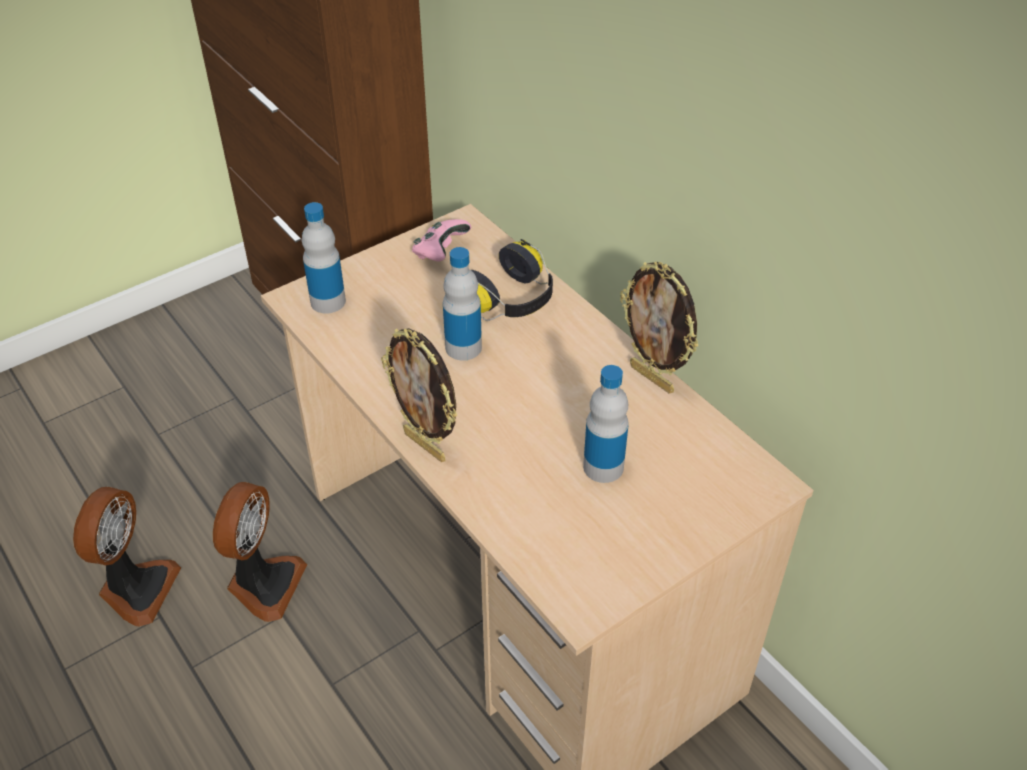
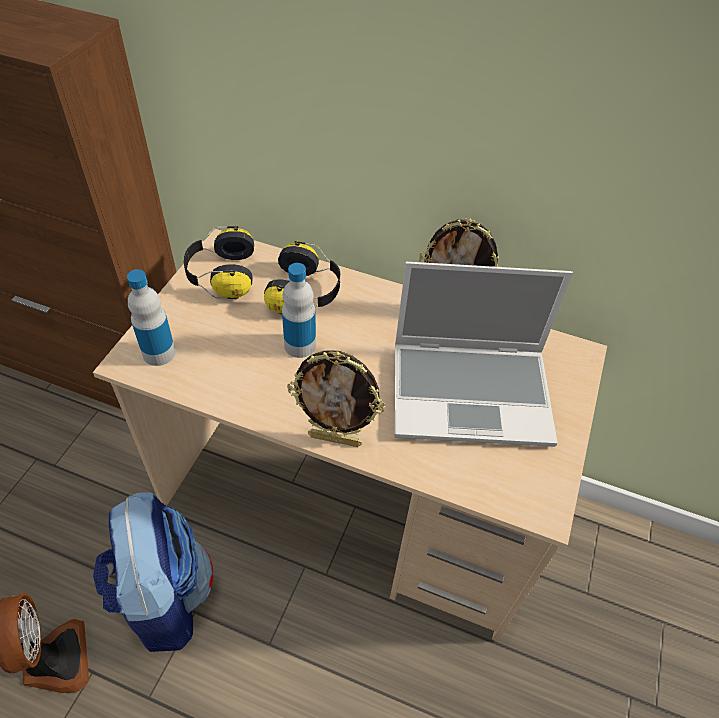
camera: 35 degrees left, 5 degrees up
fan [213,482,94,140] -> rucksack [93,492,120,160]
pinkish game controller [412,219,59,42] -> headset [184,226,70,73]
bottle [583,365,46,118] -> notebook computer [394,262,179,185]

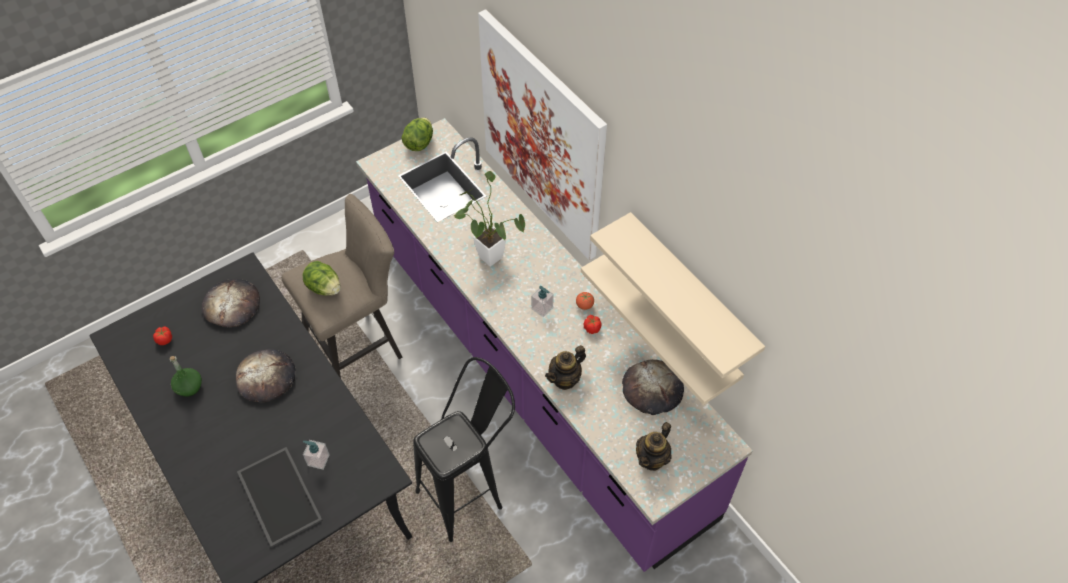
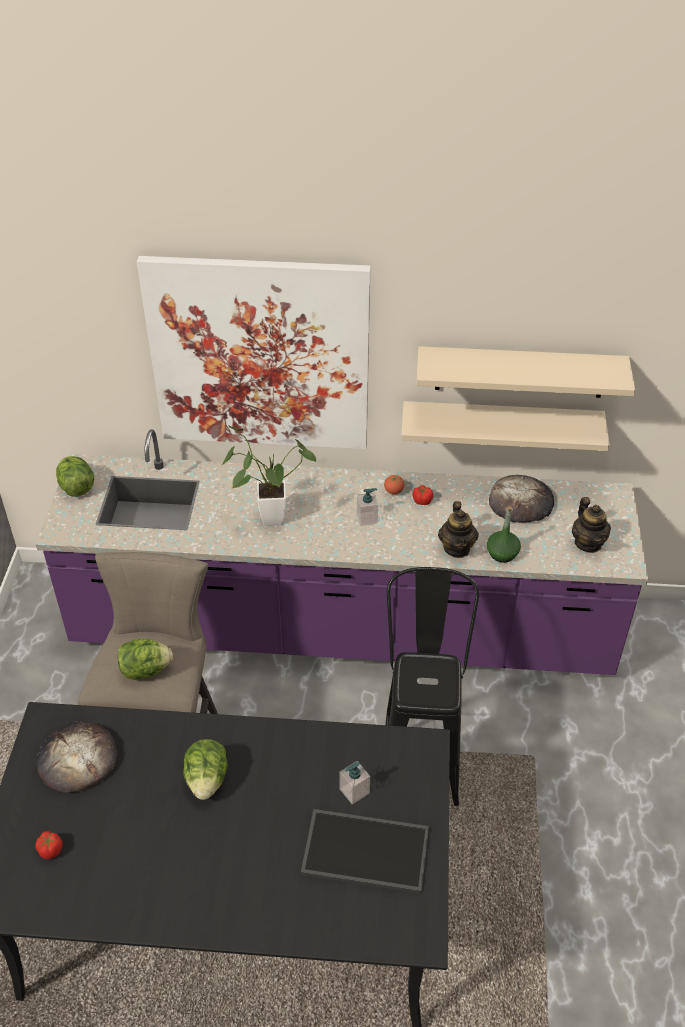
camera: 50 degrees left, 10 degrees down
greenish bottle [170,356,32,41] -> greenish bottle [487,506,34,57], moved
baked bread [236,349,59,53] -> lettuce [183,739,45,61]

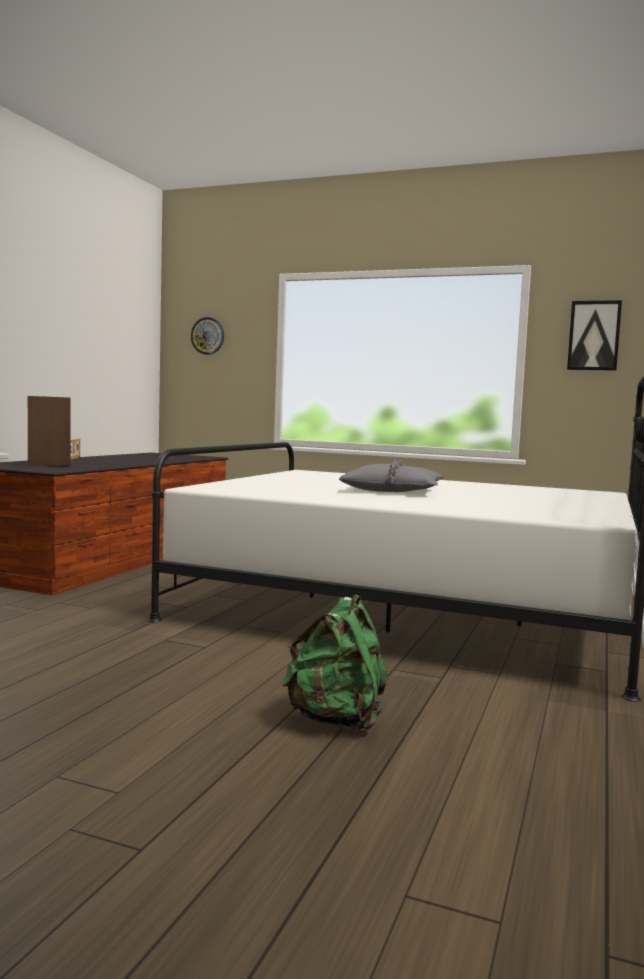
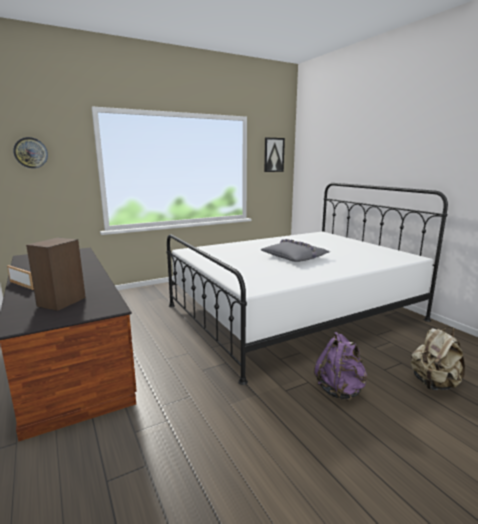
camera: 50 degrees left, 10 degrees up
greenish rucksack [283,594,105,138] -> beige rucksack [411,327,54,63]
none -> purple-coloured rucksack [314,332,53,69]

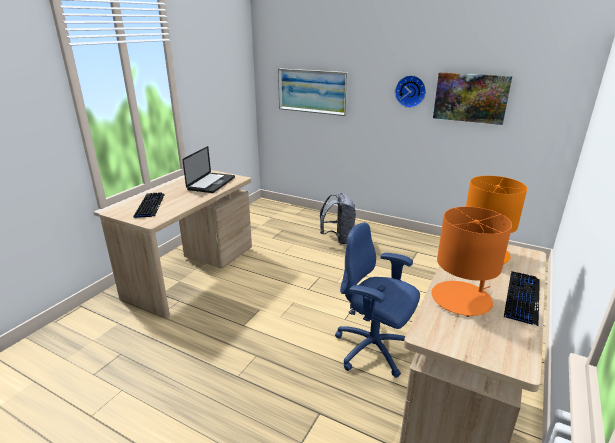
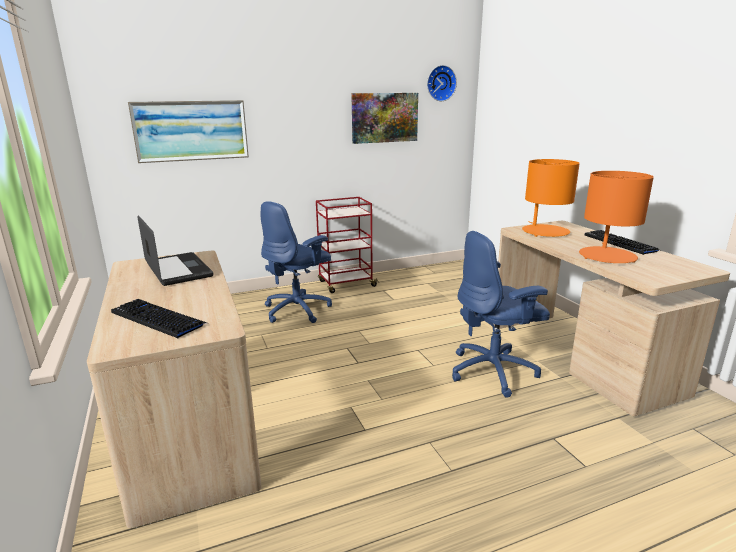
camera: 50 degrees left, 5 degrees down
greyish rucksack [320,193,36,51] -> bluish desk chair [261,201,71,122]
wall clock [395,75,31,33] -> wall clock [427,65,30,36], moved
none -> red trolley [316,197,63,96]

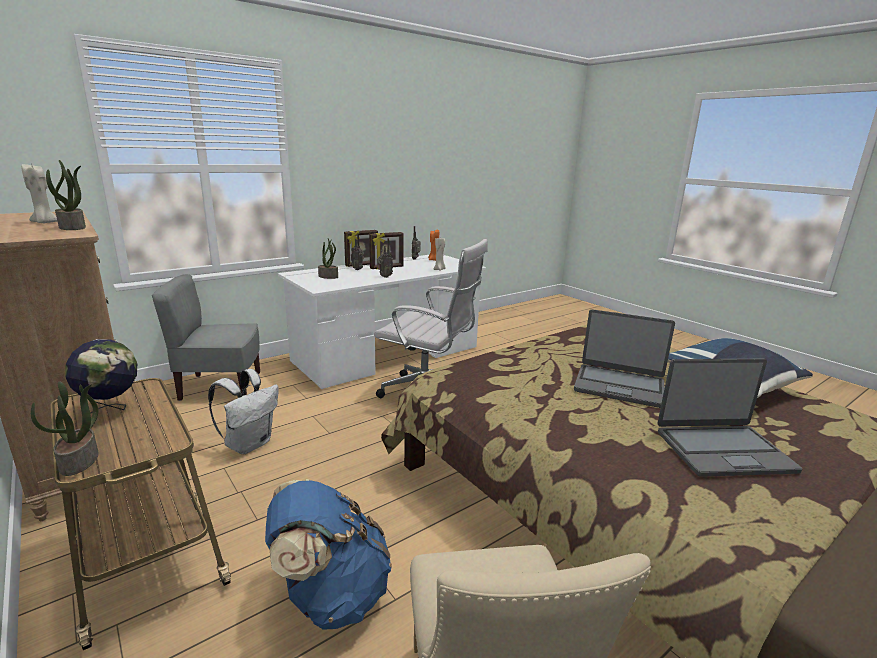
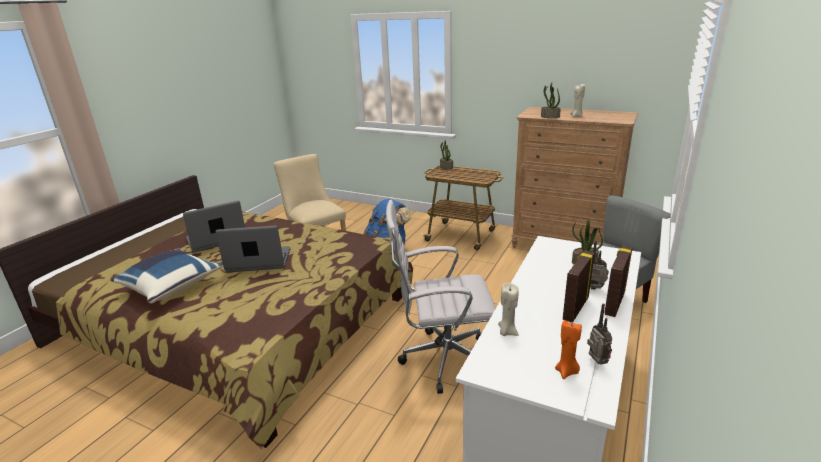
camera: 155 degrees right, 5 degrees up
desk globe [65,339,72,75] -> none
white-coloured rucksack [208,369,71,85] -> none
radio [377,238,16,40] -> none

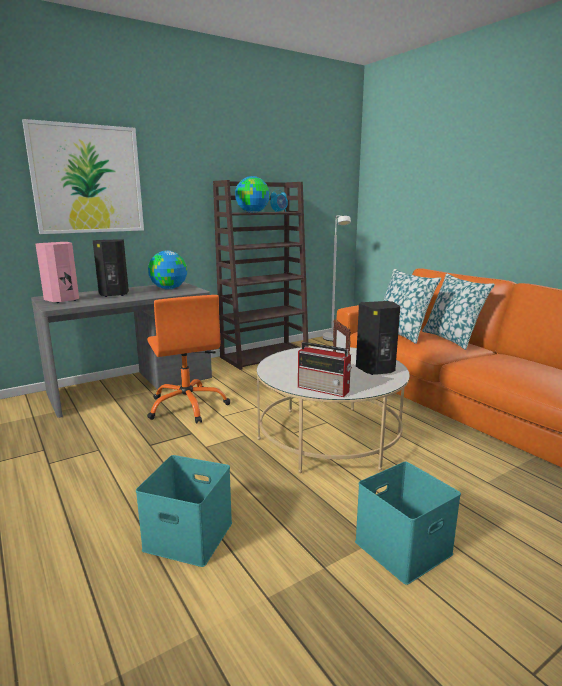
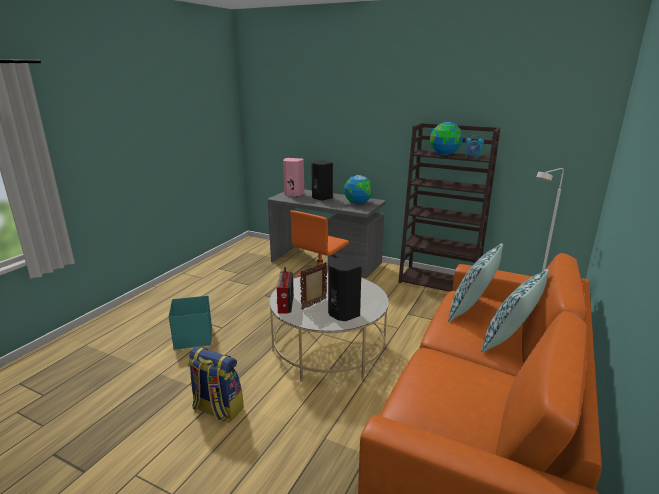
camera: 60 degrees right, 5 degrees up
picture [22,119,122,115] -> none
blue-green storage container [355,461,106,124] -> rucksack [188,347,56,76]

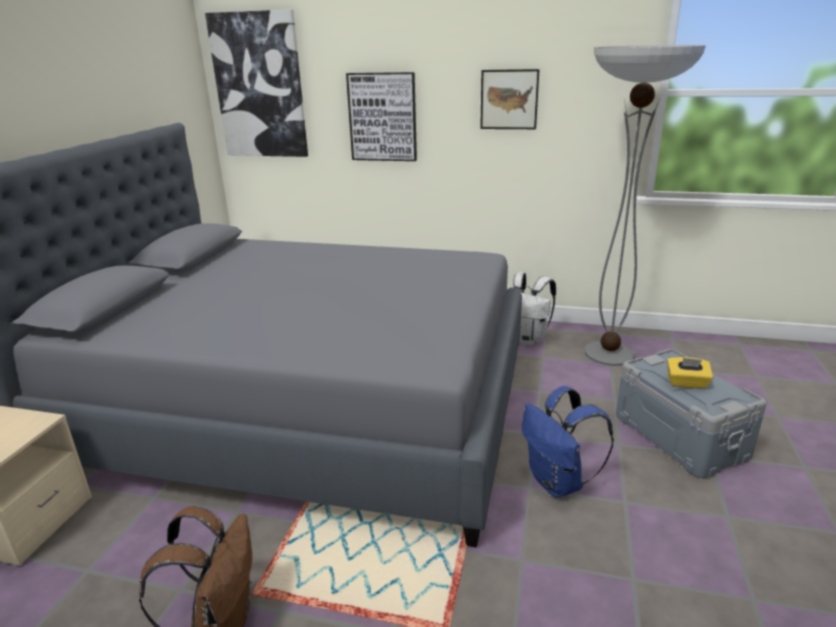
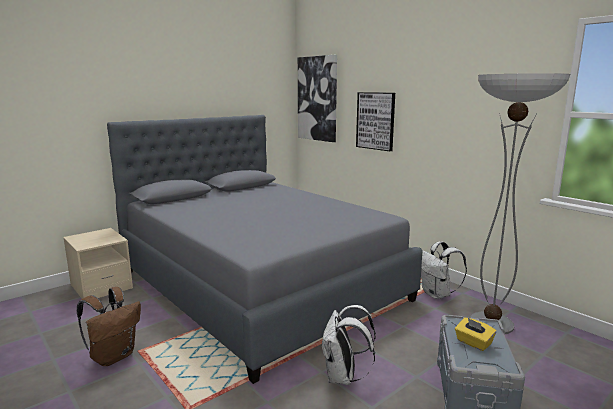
camera: 35 degrees right, 10 degrees down
picture [480,69,59,60] -> none
bluish rucksack [522,386,92,111] -> white-coloured rucksack [321,305,55,80]

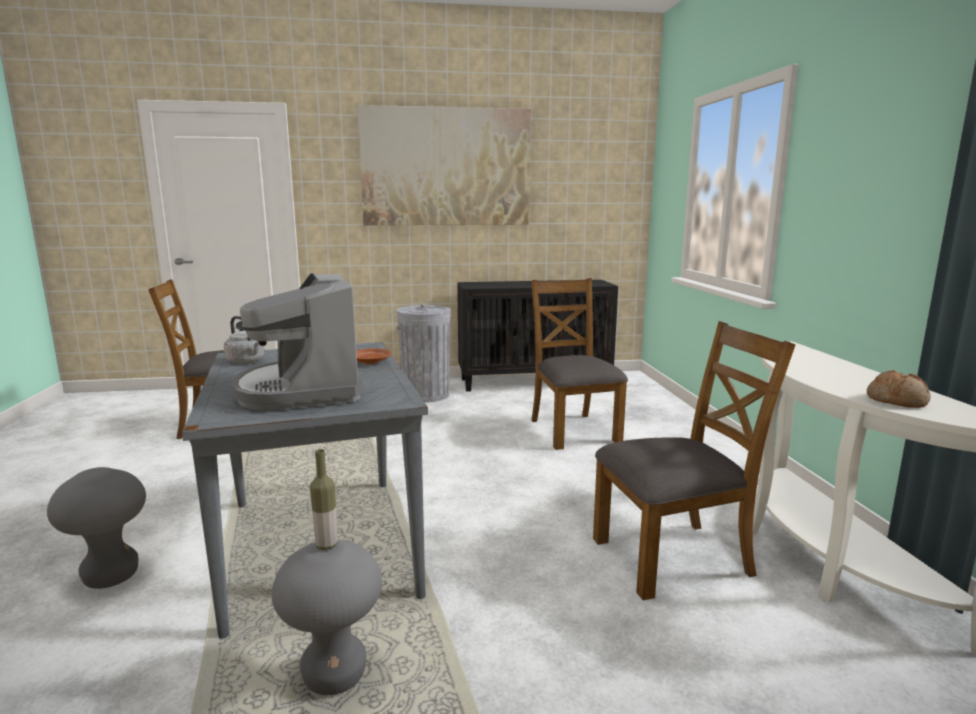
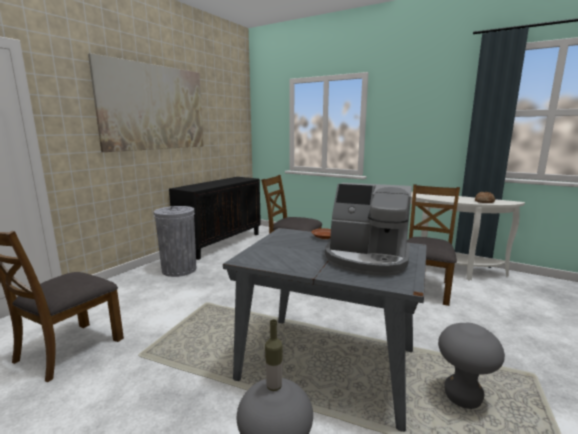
camera: 50 degrees left, 0 degrees up
greyish tea kettle [224,316,41,48] -> none
bottle [310,449,28,101] -> bottle [265,319,18,72], moved

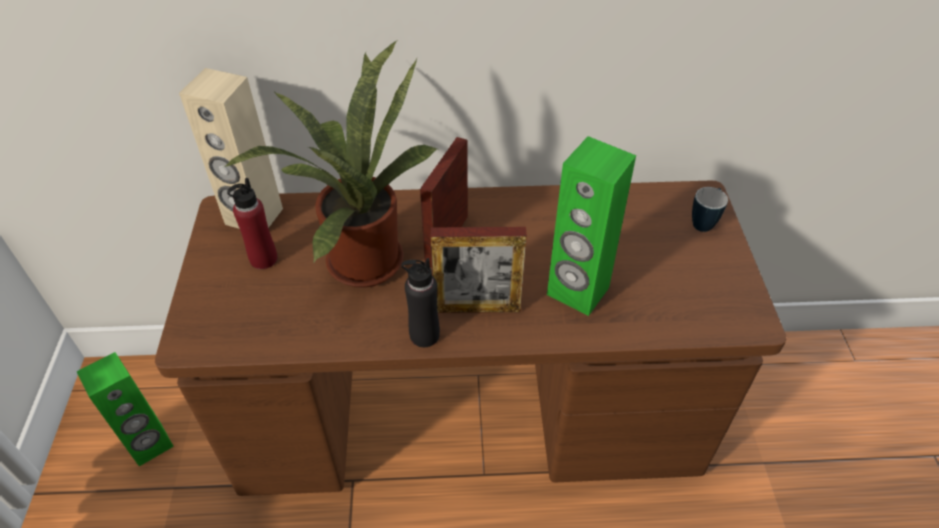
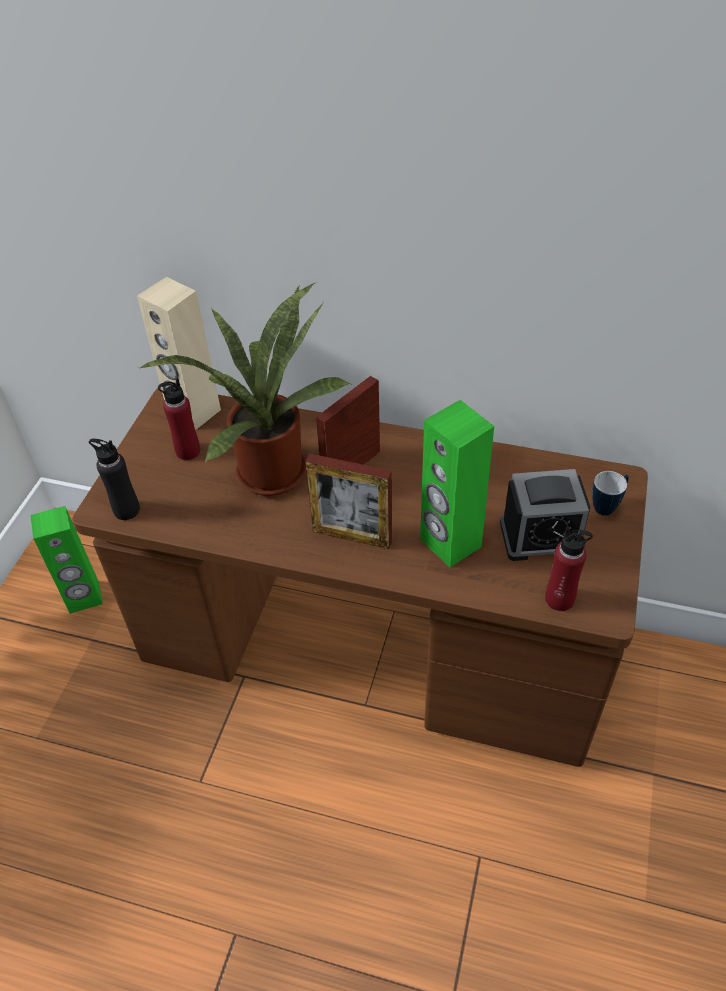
camera: 20 degrees right, 0 degrees up
black-coloured bottle [401,258,39,89] -> black-coloured bottle [89,439,51,81], moved
none -> table clock [500,469,90,92]
none -> red bottle [545,527,48,84]

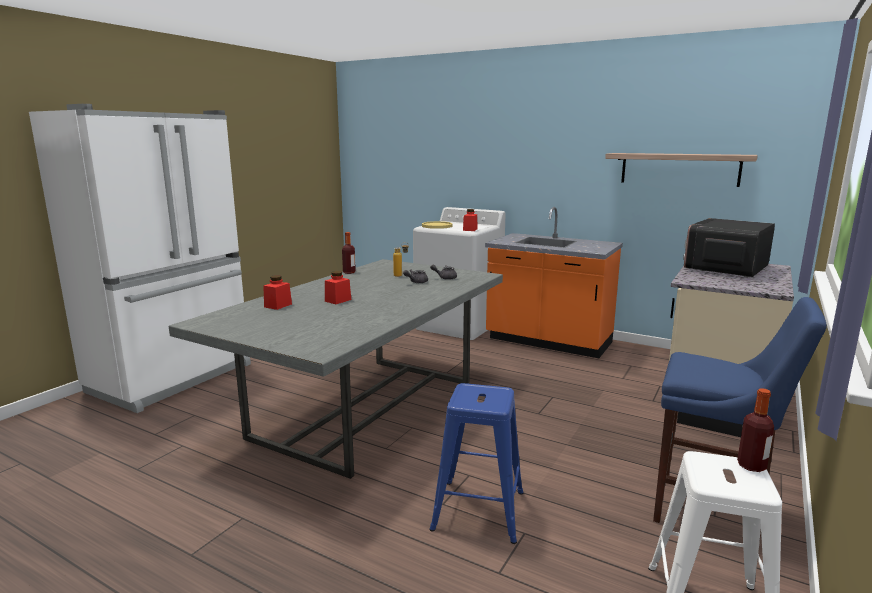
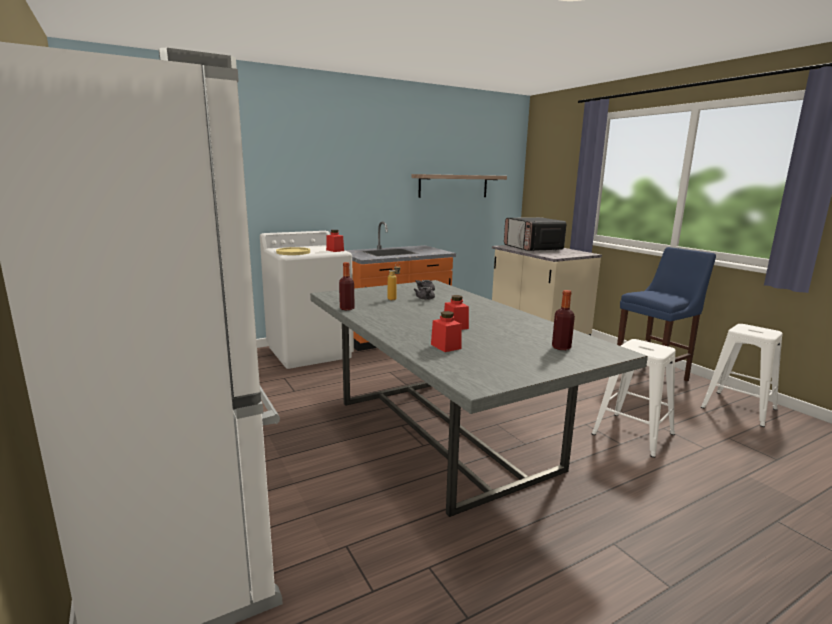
camera: 60 degrees left, 0 degrees up
bluish sitting stool [430,383,93,161] -> white-coloured sitting stool [591,339,84,119]
bottle [737,388,37,84] -> bottle [552,290,23,60], moved

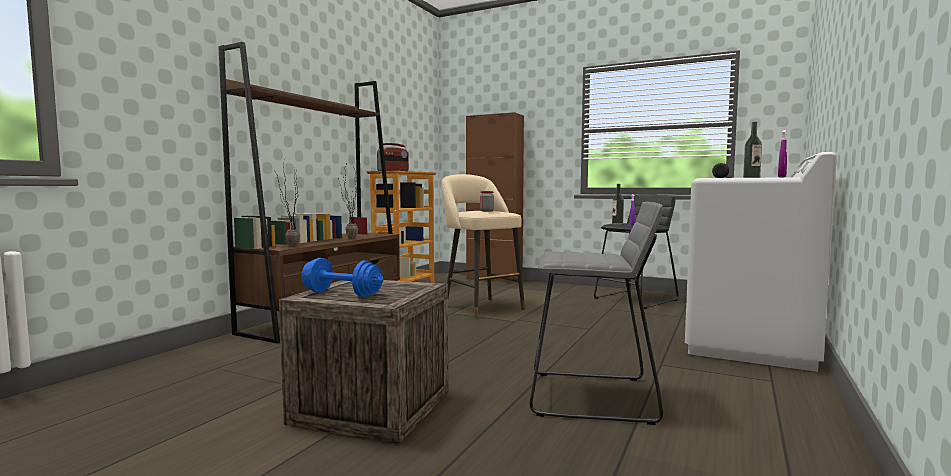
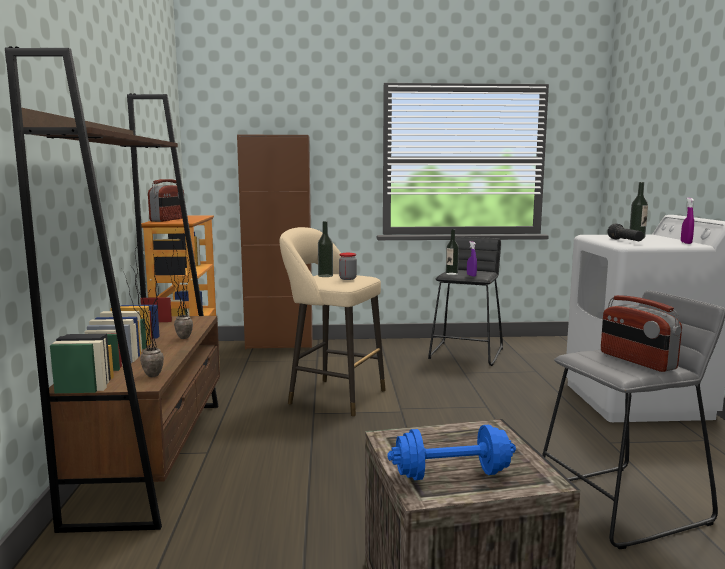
camera: 30 degrees left, 5 degrees up
none -> bottle [318,221,15,56]
none -> radio [601,295,81,77]

